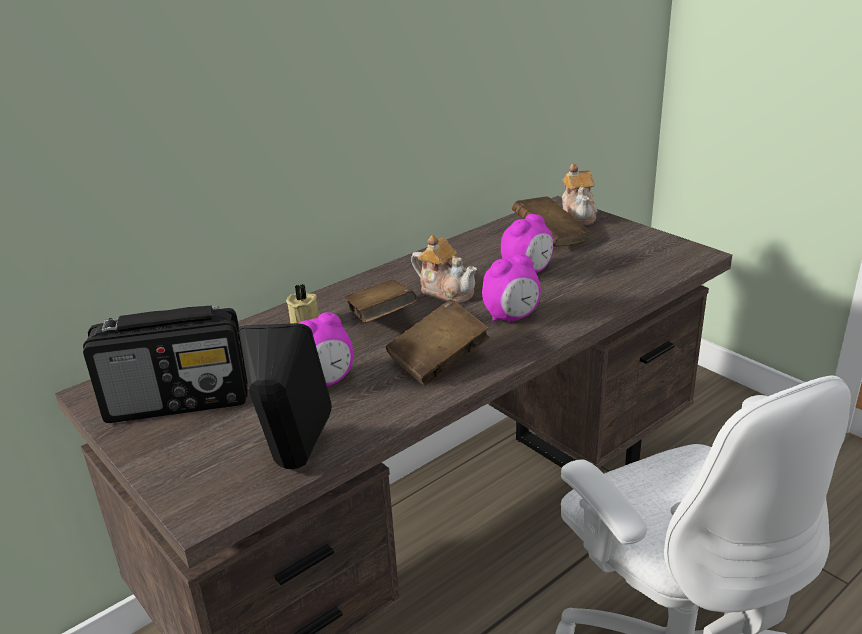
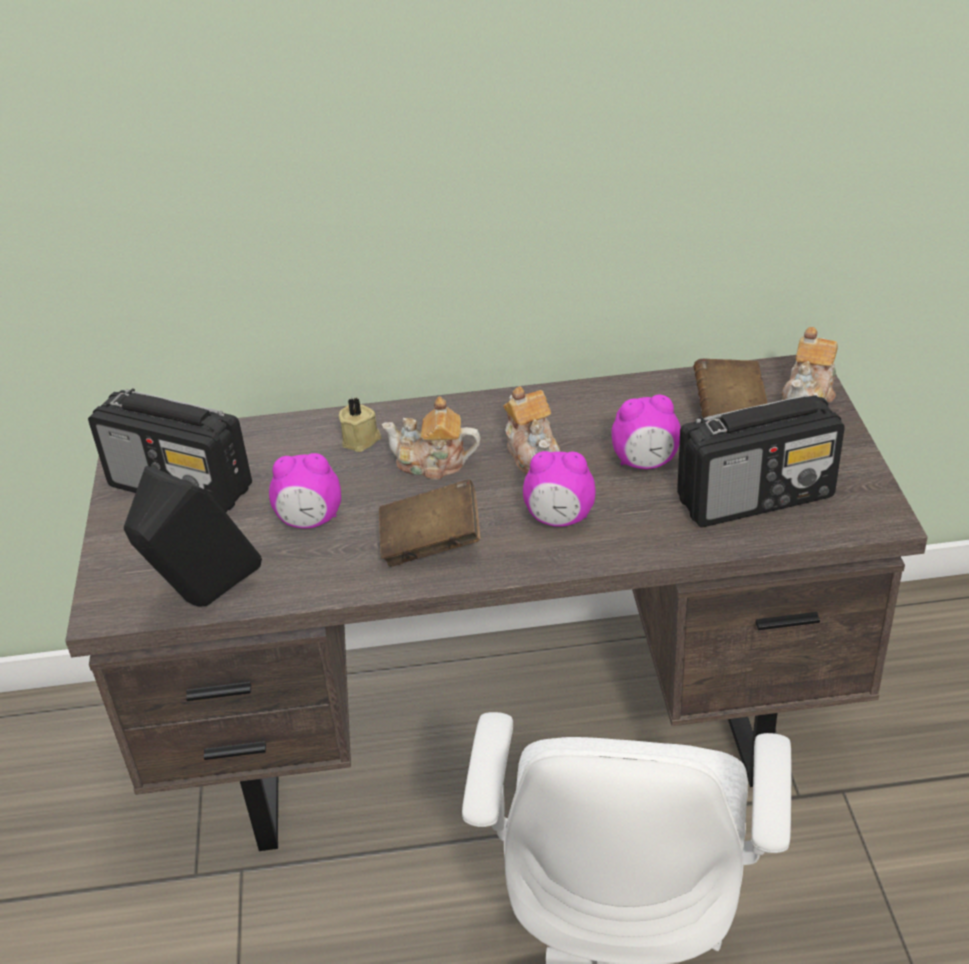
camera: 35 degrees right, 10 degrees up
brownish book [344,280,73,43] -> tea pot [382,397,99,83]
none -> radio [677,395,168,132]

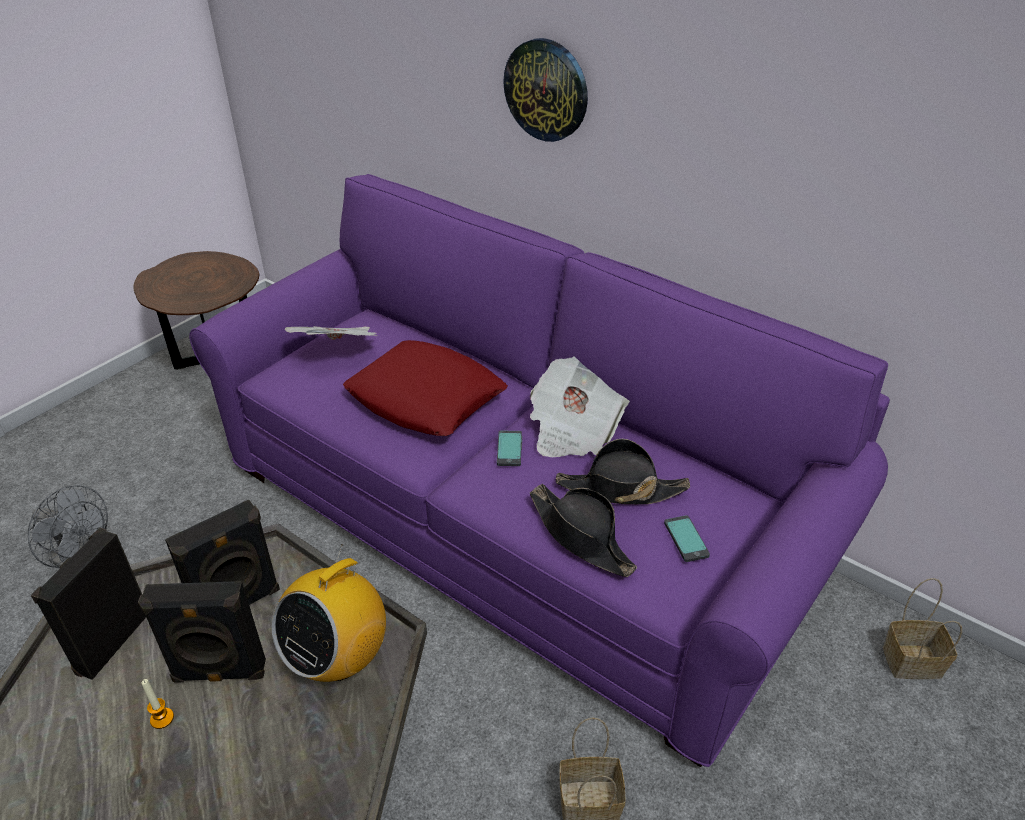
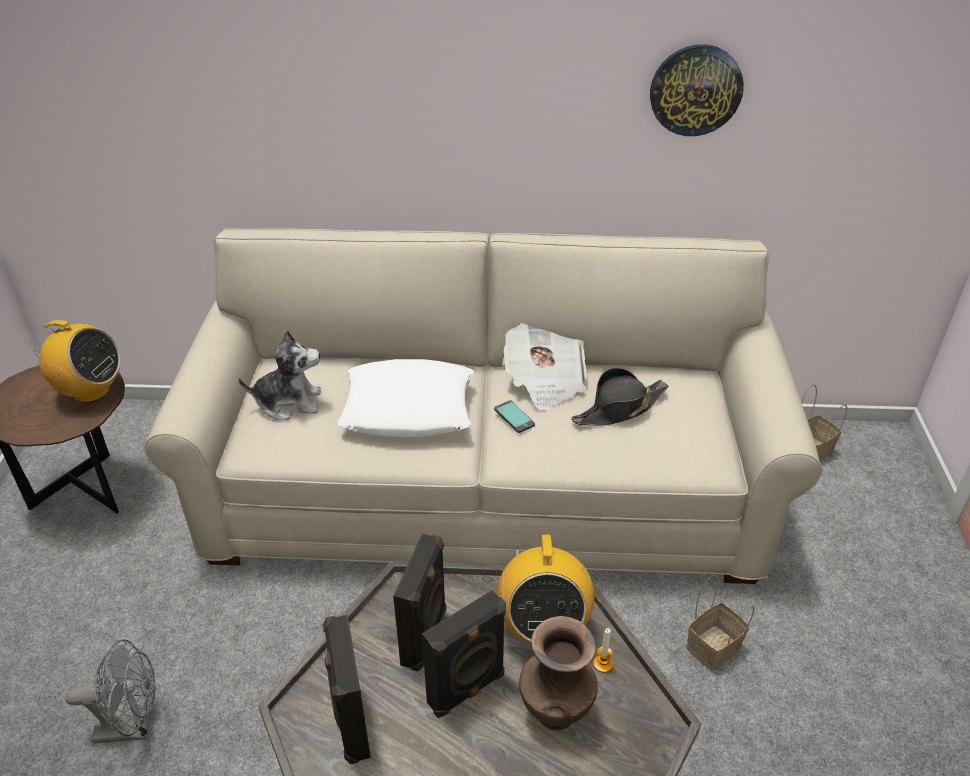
camera: 35 degrees left, 0 degrees up
candle [141,679,33,50] -> candle [593,628,20,45], moved
purple-coloured settee [189,174,701,593] -> beige settee [144,228,678,356]
newspaper [285,326,92,14] -> cuddly toy [238,329,83,91]
red cushion [343,340,165,96] -> white-coloured cushion [337,359,137,78]
wall clock [503,38,85,104] -> wall clock [650,44,94,92], moved
black-coloured wearable hat [530,484,107,93] -> none
telephone [664,515,46,47] -> none
none -> radio [24,320,97,83]
none -> brownish flower vase [519,616,79,115]

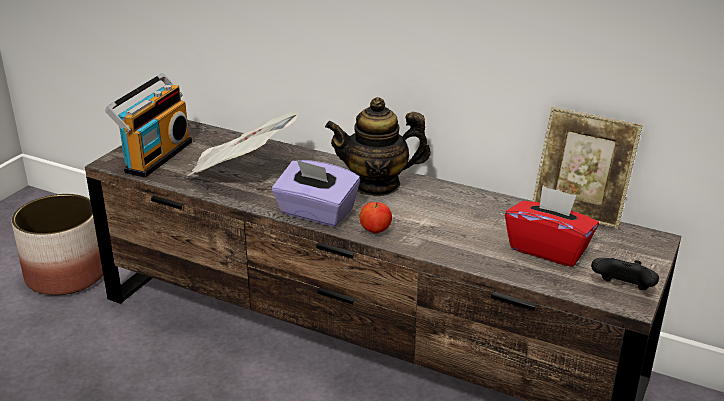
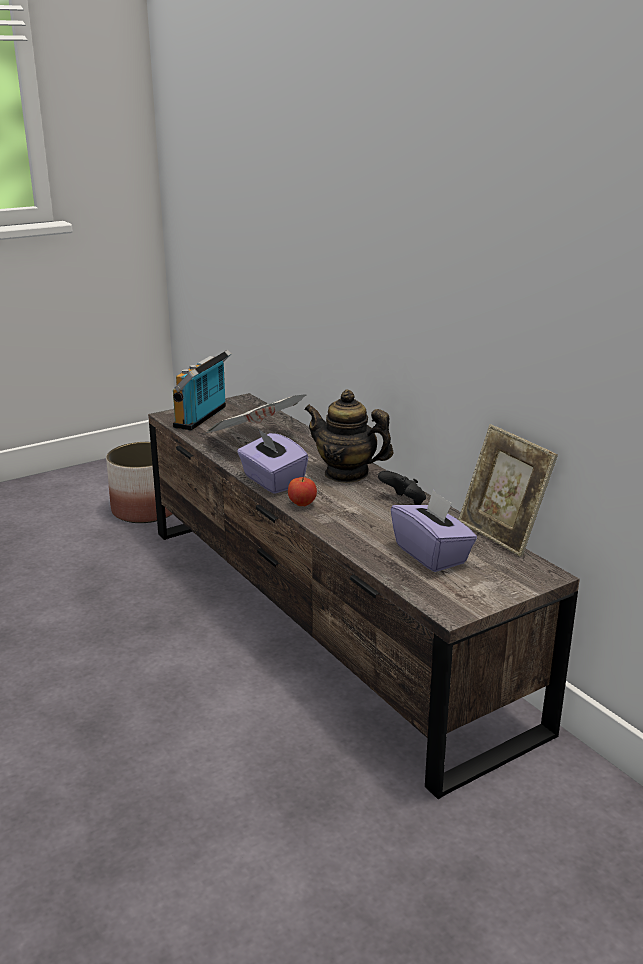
camera: 30 degrees right, 5 degrees down
radio [105,73,87,105] -> radio [173,350,58,81], 150 degrees clockwise
red tissue holder [505,186,94,81] -> purple-coloured tissue holder [391,490,86,82]
black-coloured game controller [591,258,68,32] -> black-coloured game controller [378,470,48,35], moved

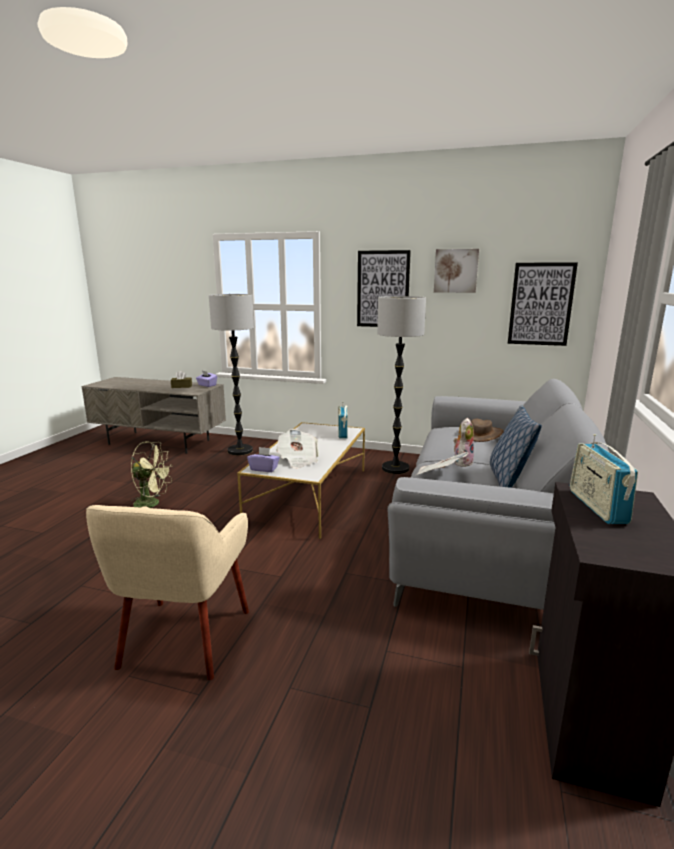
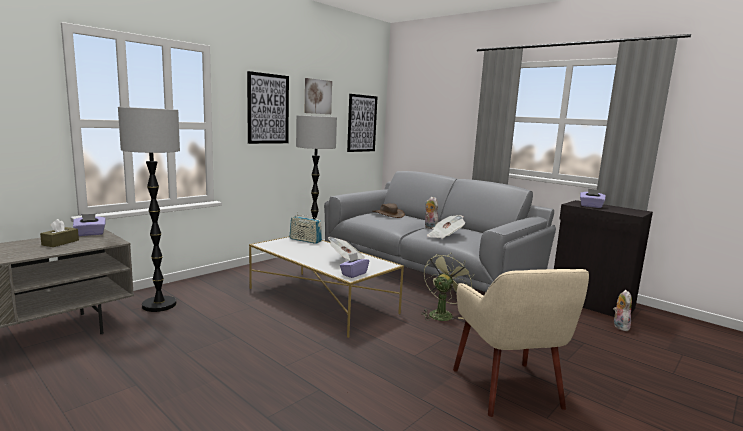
camera: 65 degrees left, 5 degrees down
beige lounge chair [86,505,163,175] -> beige lounge chair [453,269,136,148], 45 degrees clockwise
greenish fan [131,441,42,67] -> greenish fan [422,253,52,68], moved
cushion [490,405,52,83] -> none
radio [570,434,68,90] -> purple-coloured tissue holder [580,189,25,19]
none -> cuddly toy [613,290,19,41]

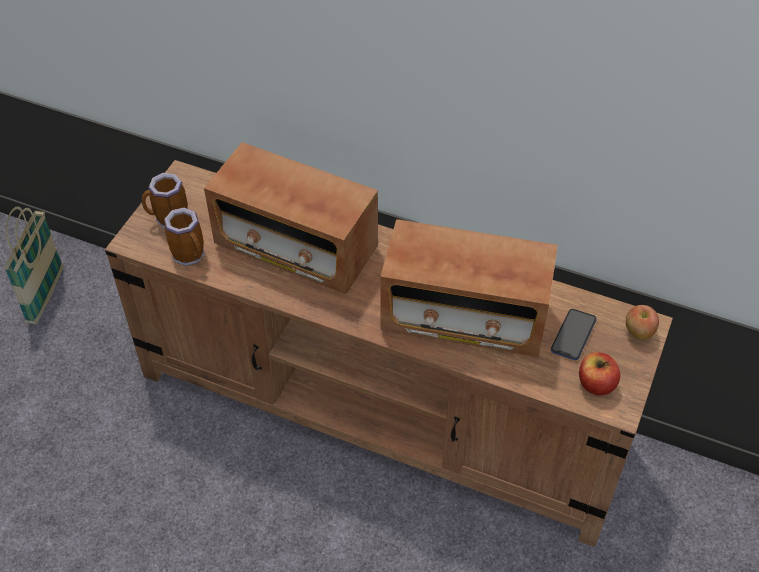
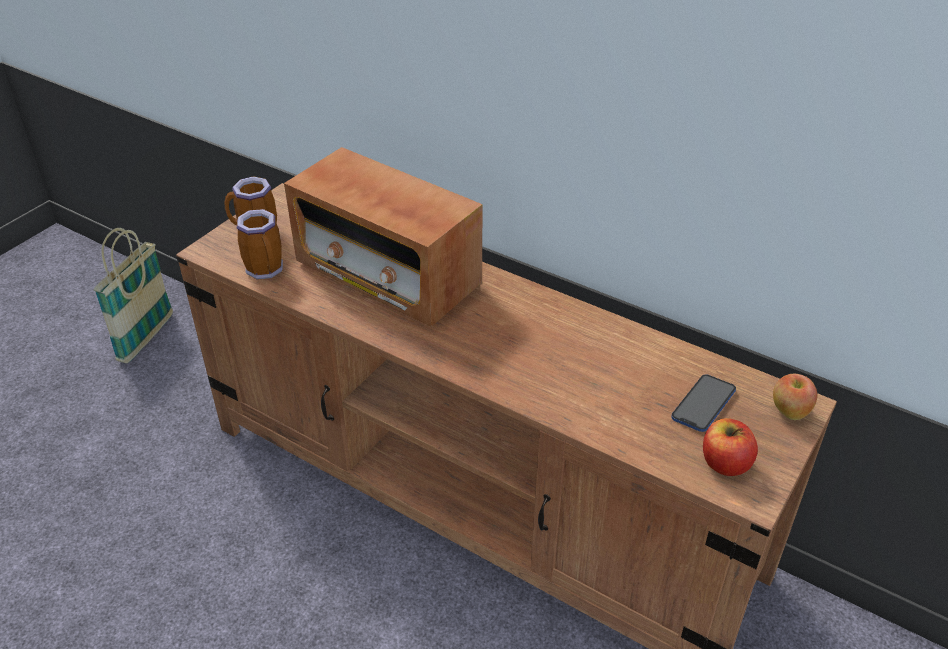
camera: 10 degrees right, 10 degrees down
radio [380,219,178,138] -> none

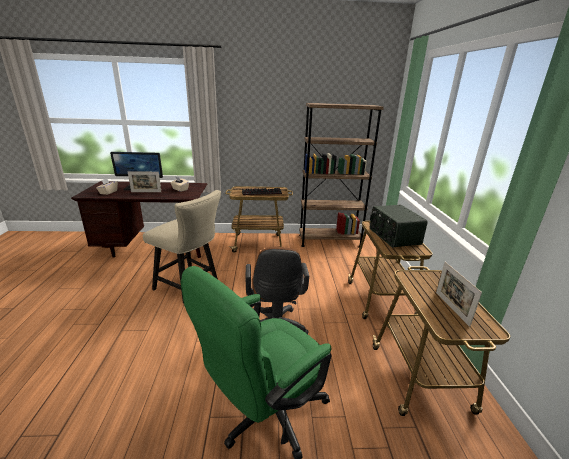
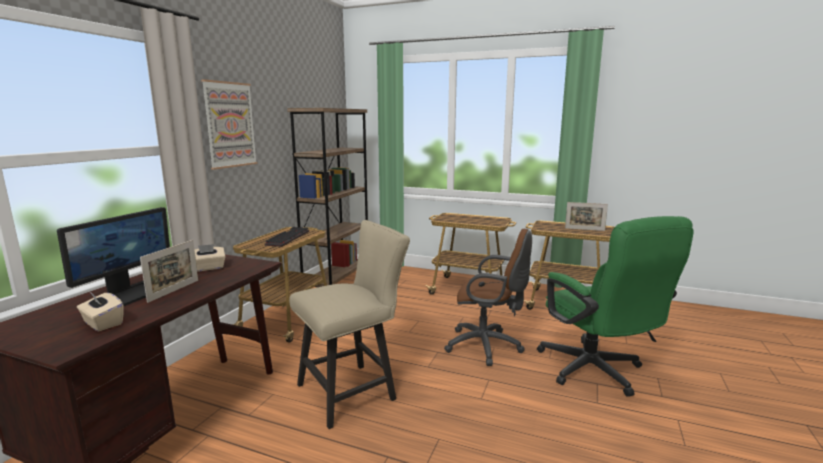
camera: 65 degrees left, 10 degrees down
radio [370,204,58,44] -> none
none -> picture [201,79,56,91]

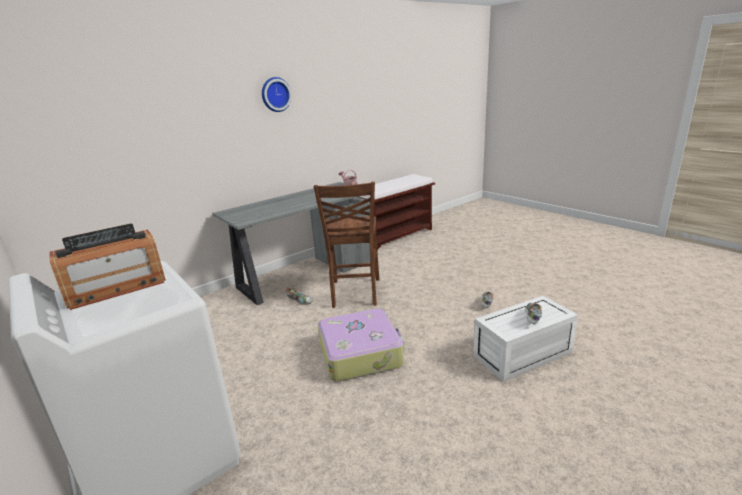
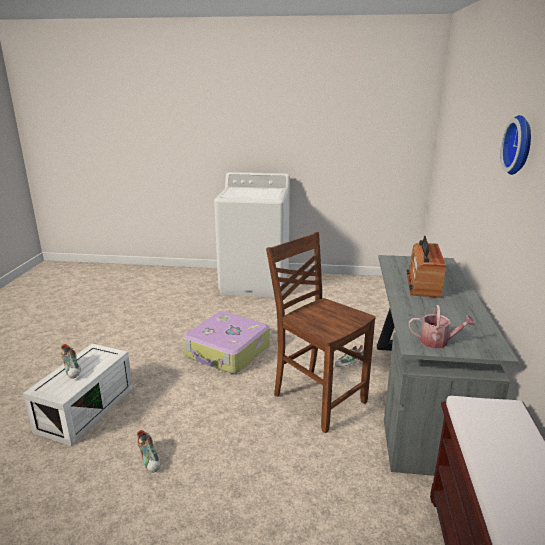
camera: 135 degrees right, 0 degrees up
radio [50,224,116,86] -> radio [407,236,39,62], moved

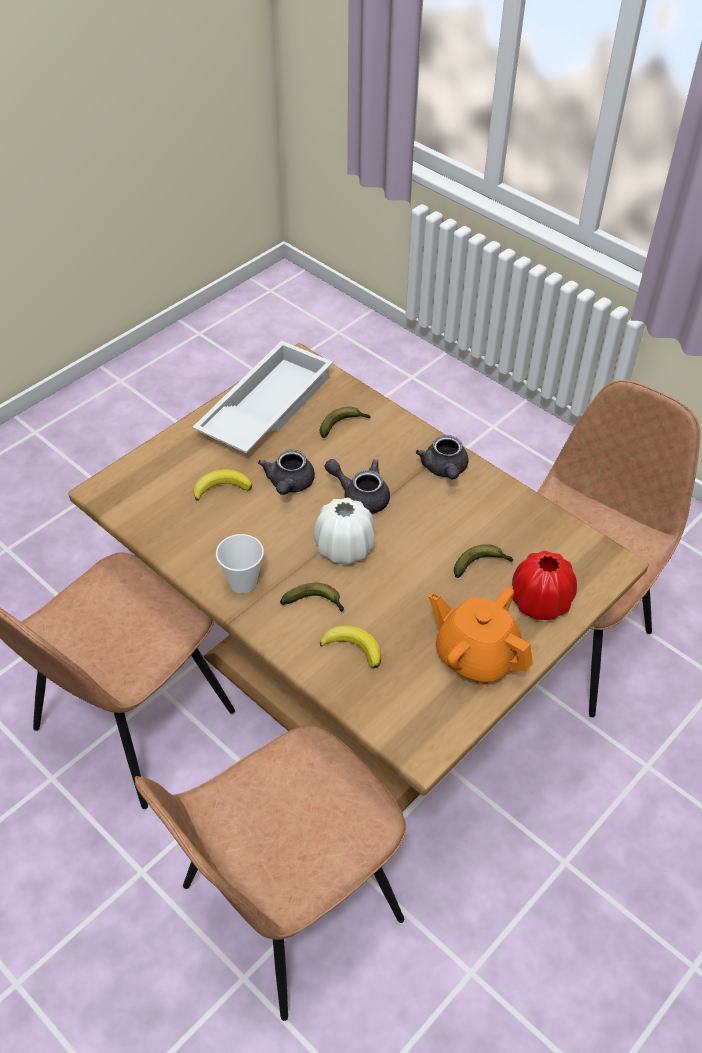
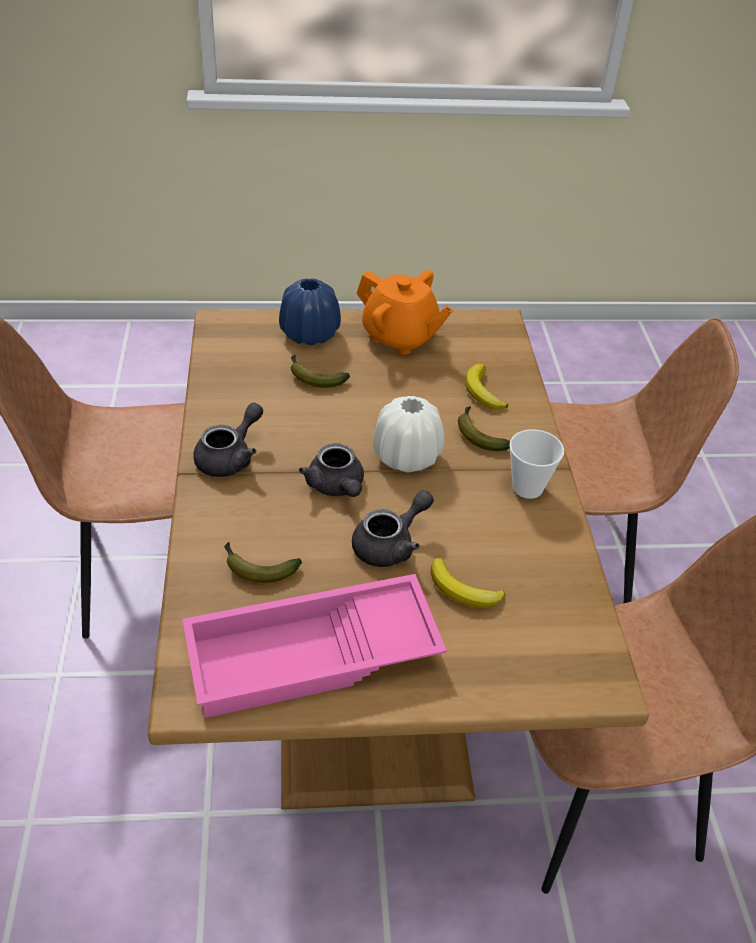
camera: 140 degrees left, 5 degrees down
white-coloured carrying tray [192,341,141,112] -> pinkish carrying tray [182,574,265,144]
orange-coloured tea pot [429,587,104,98] -> orange-coloured tea pot [356,270,97,85], 45 degrees counterclockwise
red flower vase [512,551,65,69] -> bluish flower vase [279,278,62,68]

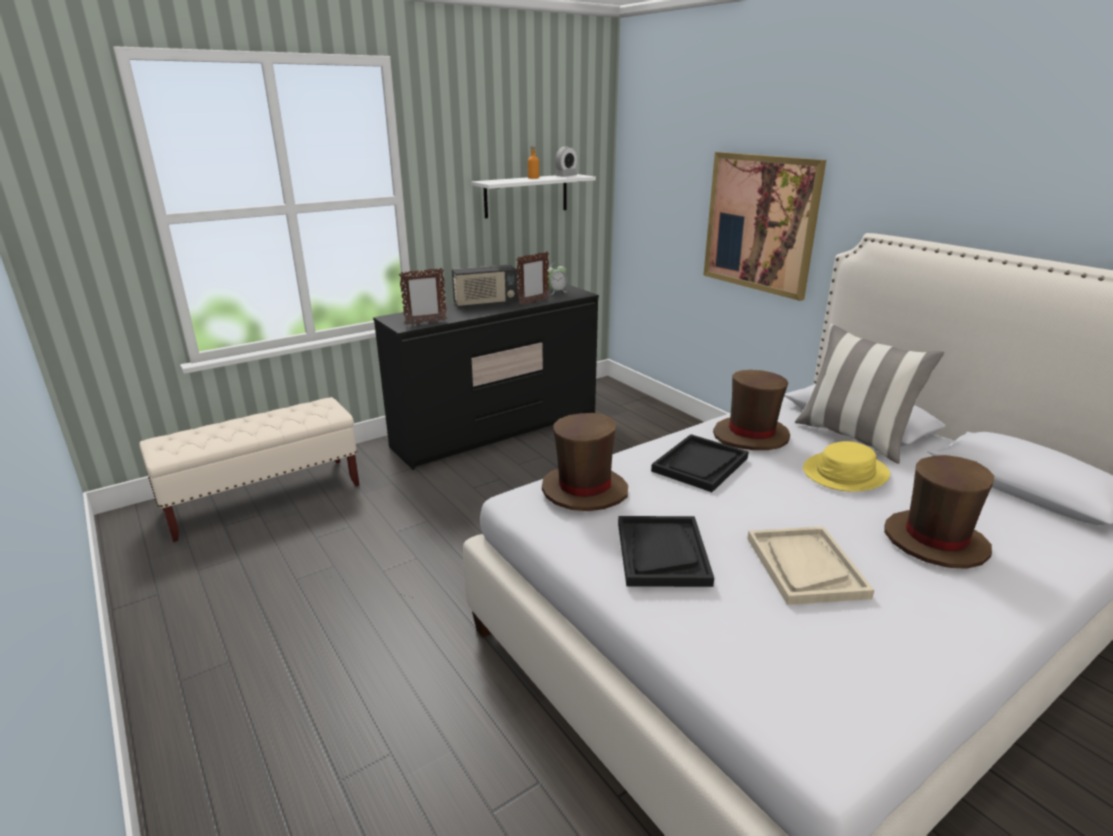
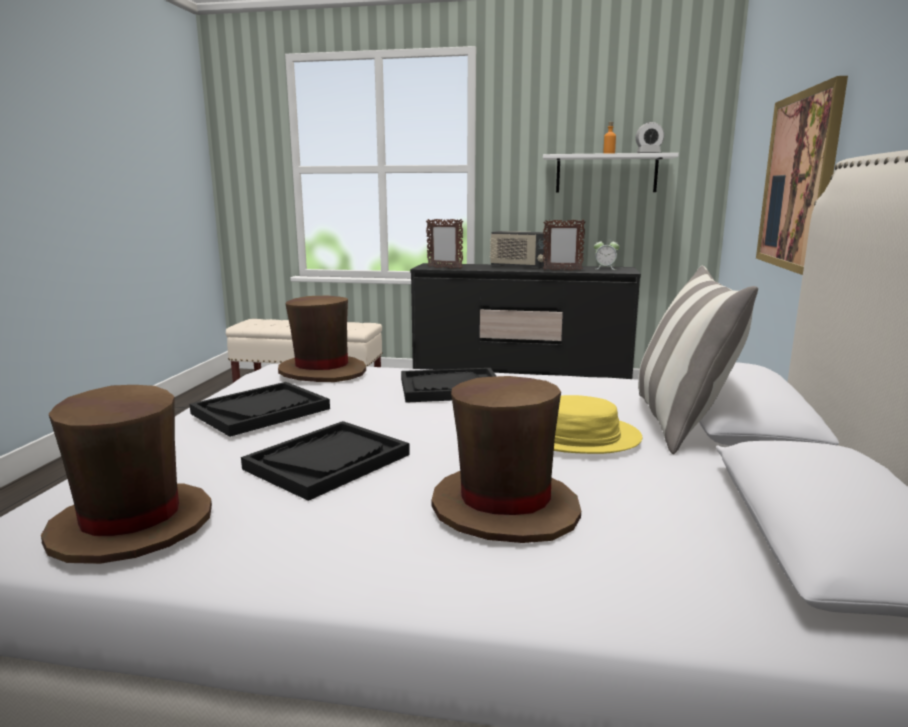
camera: 45 degrees right, 10 degrees down
brownish wearable hat [713,370,77,80] -> brownish wearable hat [41,385,171,179], moved
beige carrying tray [747,526,127,79] -> black-coloured carrying tray [241,421,169,80]

